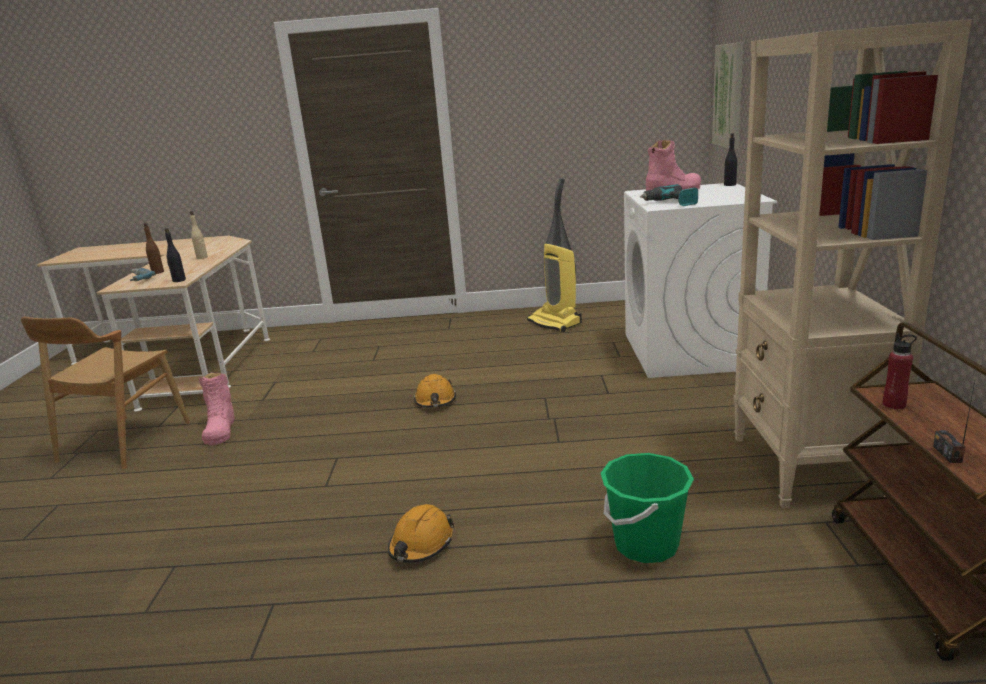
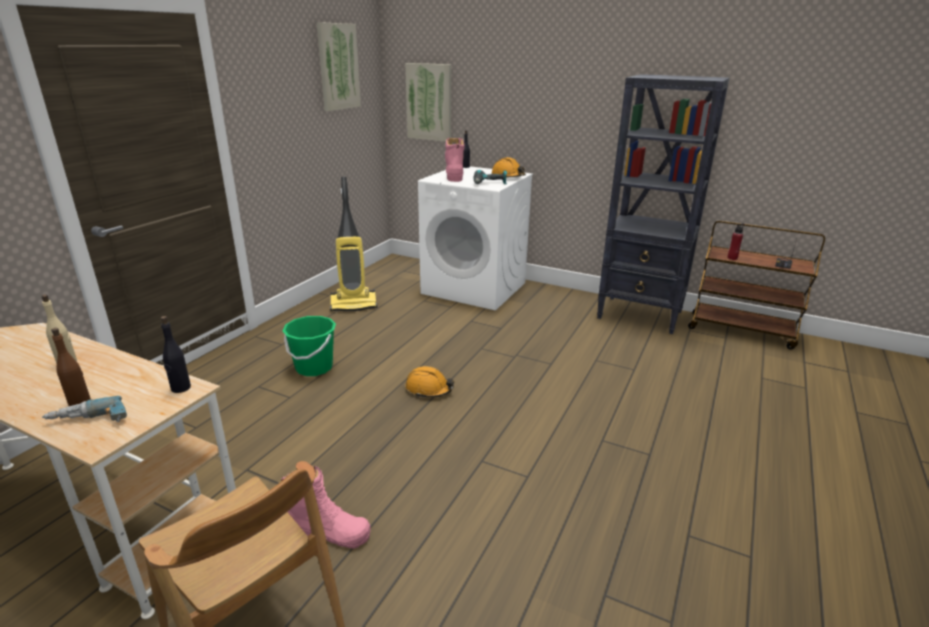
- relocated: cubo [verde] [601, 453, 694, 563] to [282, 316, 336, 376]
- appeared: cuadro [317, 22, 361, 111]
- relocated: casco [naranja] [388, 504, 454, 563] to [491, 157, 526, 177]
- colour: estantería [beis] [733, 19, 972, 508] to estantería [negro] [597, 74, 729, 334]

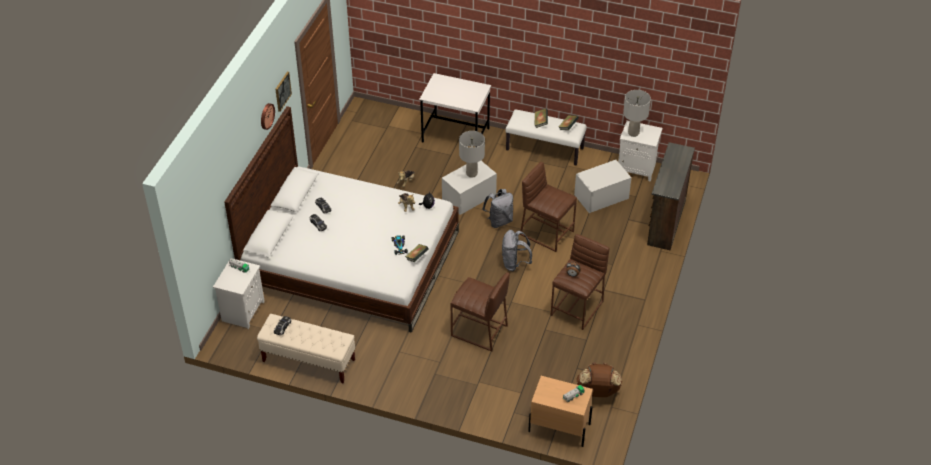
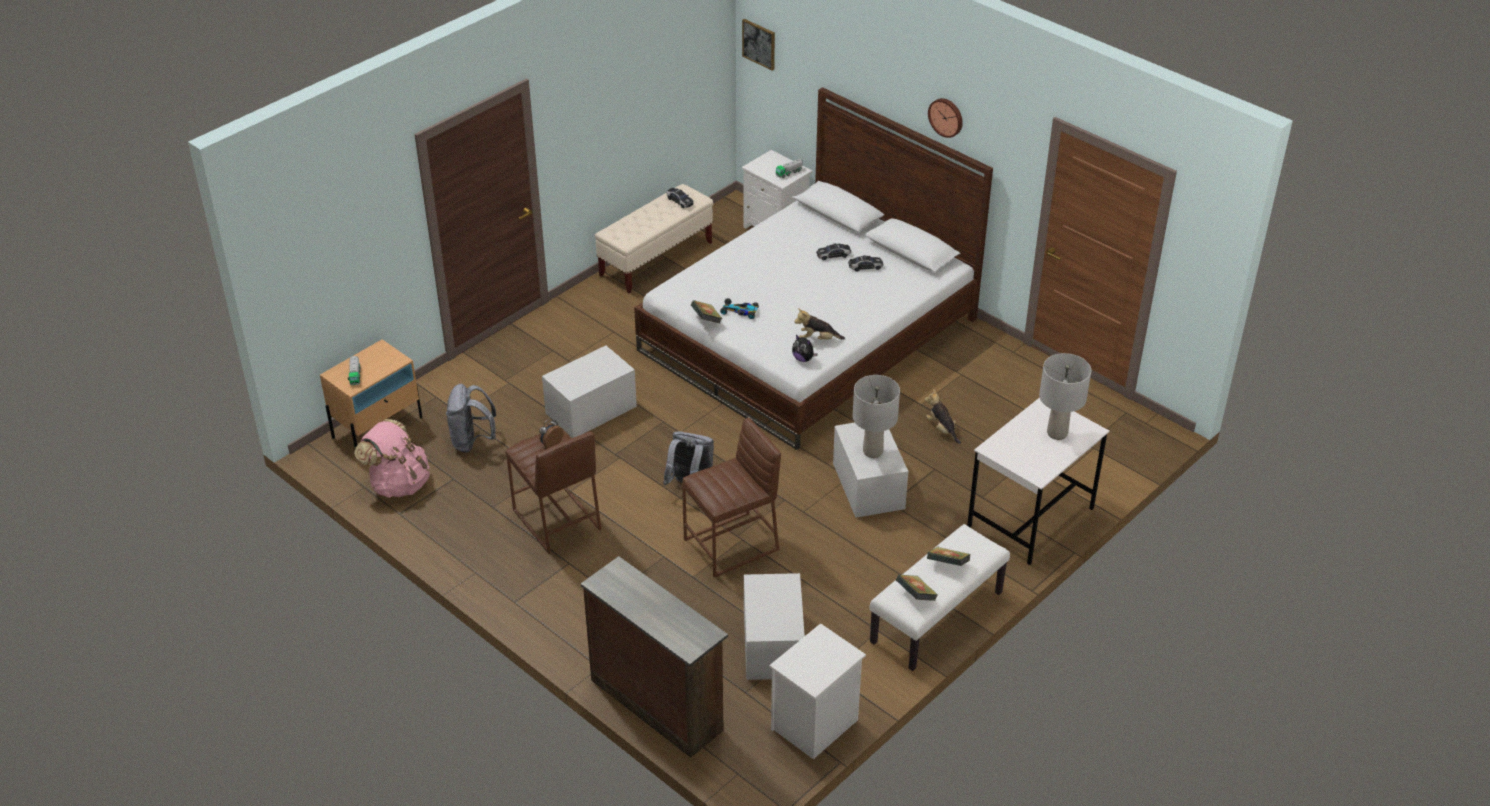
- colour: mochila [marrón] [576, 363, 622, 397] to mochila [rosa] [354, 419, 430, 498]
- relocated: mochila [gris] [482, 189, 513, 228] to [446, 384, 497, 453]
- exchanged: taburete [marrón] [450, 272, 510, 351] to caja de almacenaje [blanco] [542, 346, 637, 438]
- relocated: cuadro [275, 72, 292, 112] to [742, 19, 775, 71]
- relocated: lámpara de mesa [gris] [623, 90, 651, 137] to [1039, 353, 1091, 440]

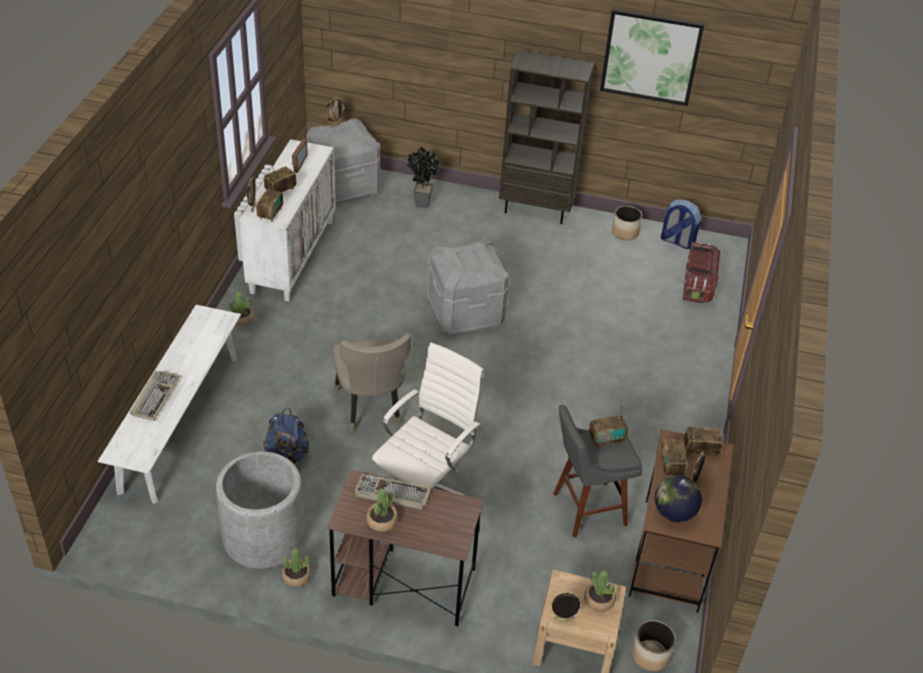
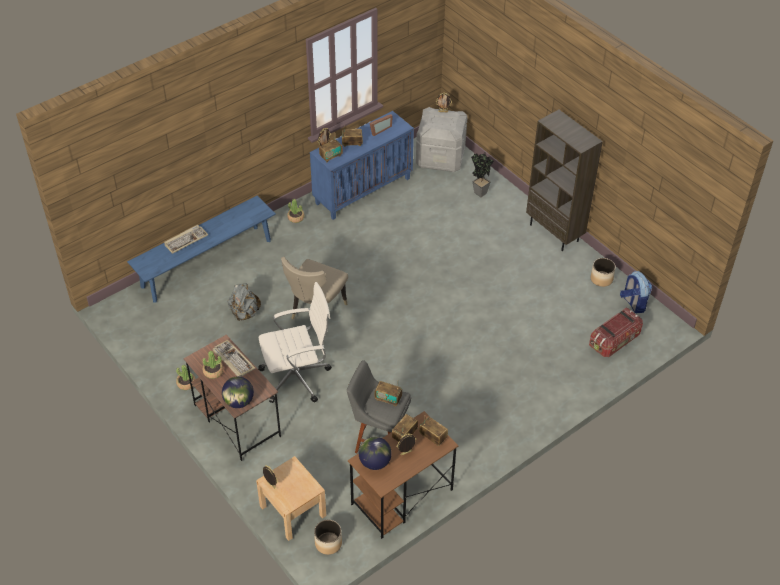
- colour: banco [blanco] [98, 305, 241, 504] to banco [azul] [127, 196, 276, 303]
- appeared: globo terráqueo [222, 377, 254, 408]
- colour: mochila [azul] [263, 408, 309, 464] to mochila [gris] [227, 283, 261, 321]
- colour: armario [blanco] [239, 139, 335, 302] to armario [azul] [310, 111, 414, 220]
- missing: maceta [gris] [216, 451, 305, 569]
- missing: caja de almacenaje [gris] [427, 239, 509, 335]
- missing: planta en maceta [584, 570, 616, 612]
- missing: cuadro [600, 9, 704, 106]

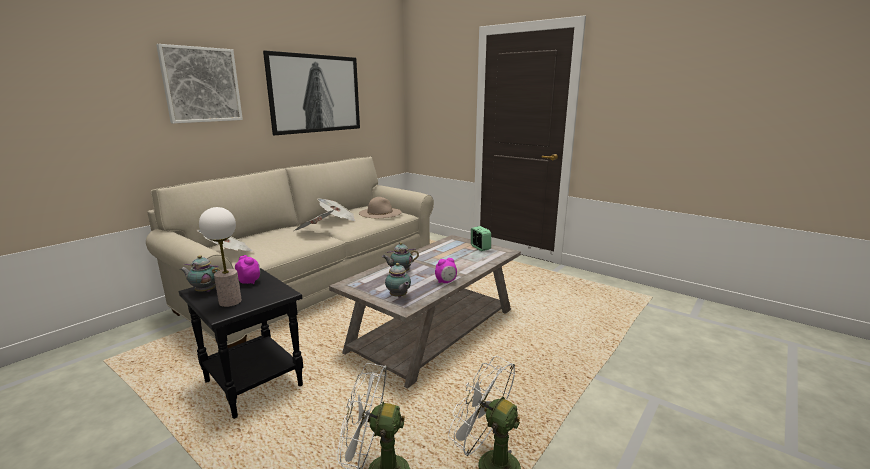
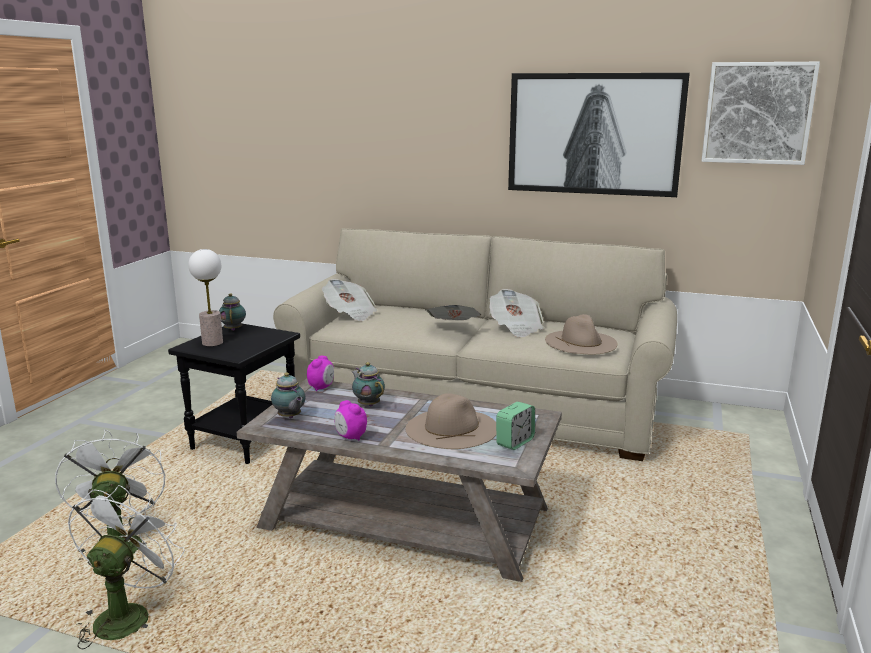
- spun: tetera [385, 263, 411, 298] = [271, 373, 306, 418] 75 degrees counterclockwise
- relocated: despertador [235, 255, 260, 284] to [307, 356, 334, 391]
- appeared: sombrero [beis] [406, 393, 496, 449]
- relocated: cuadro [156, 44, 243, 123] to [701, 62, 820, 165]

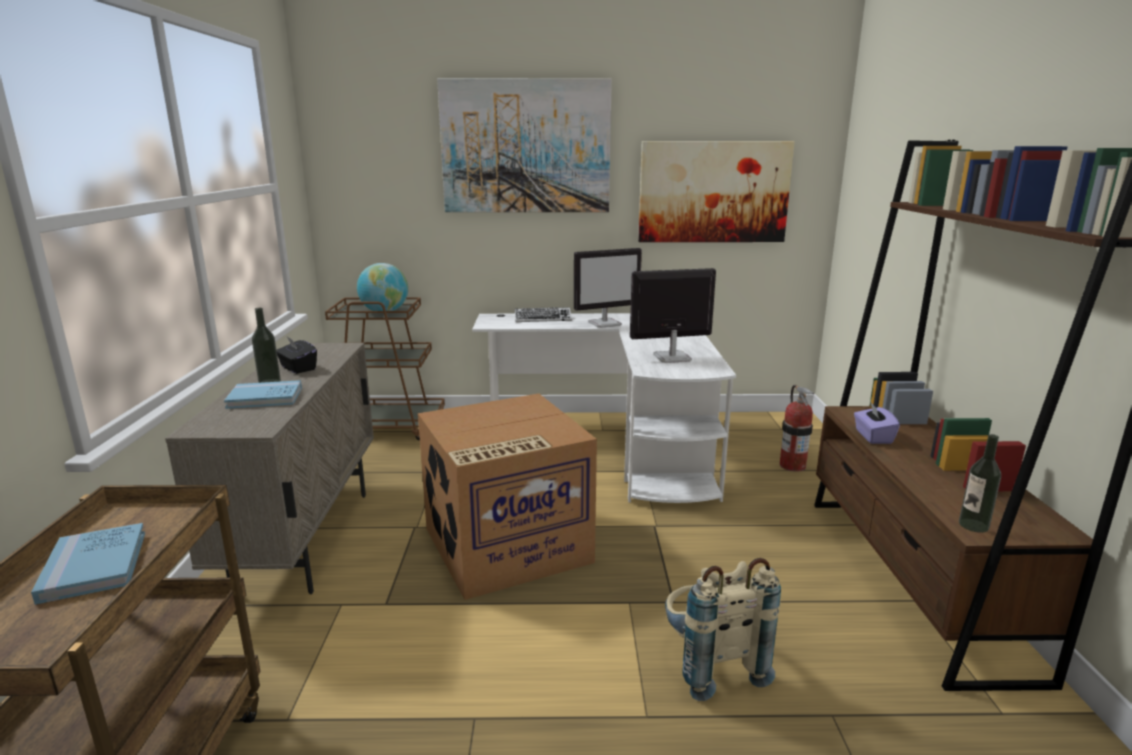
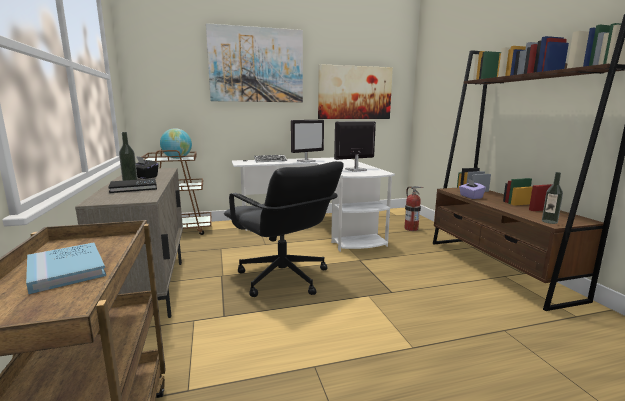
- colour: libro [azul] [224, 380, 302, 409] to libro [negro] [108, 178, 157, 193]
- exchanged: caja de cartón [418, 394, 597, 600] to silla de oficina [negro] [224, 161, 344, 297]
- missing: mochila [beis] [665, 558, 781, 701]

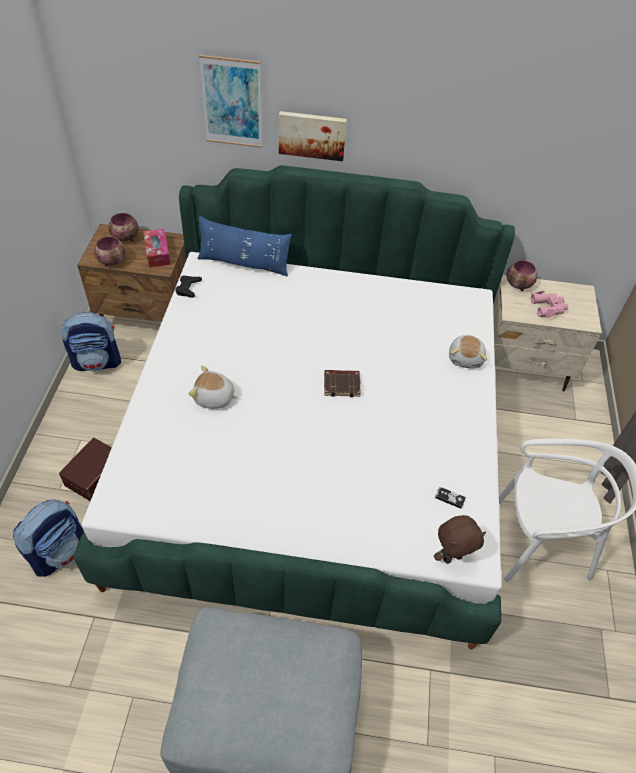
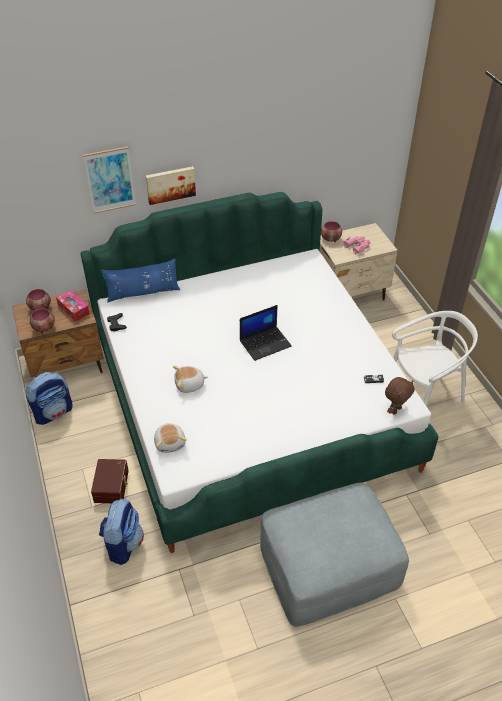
- relocated: peluche [449, 335, 487, 369] to [154, 423, 187, 453]
- exchanged: libro [marrón] [324, 370, 361, 397] to portátil [240, 305, 292, 361]

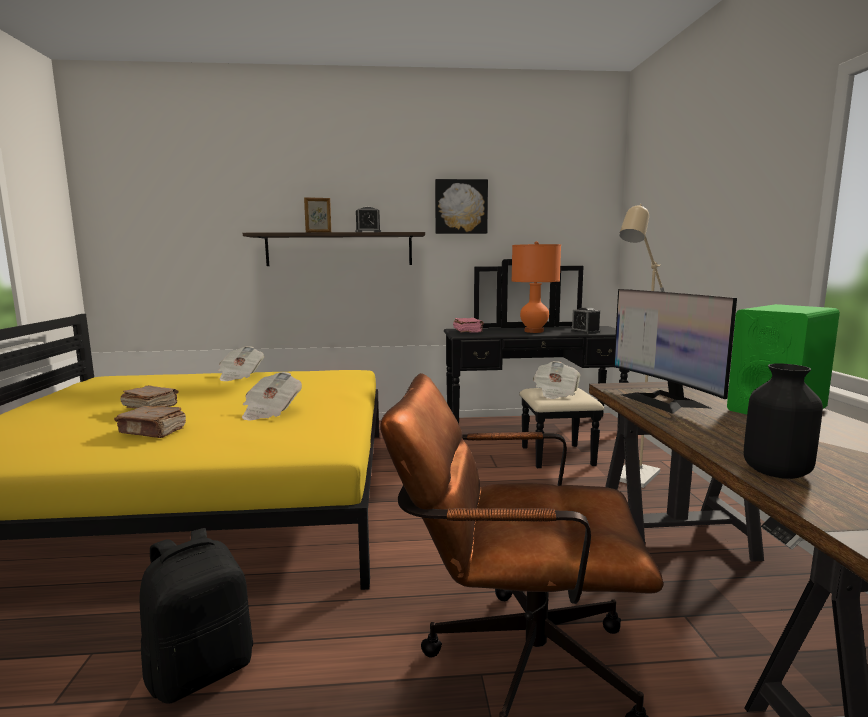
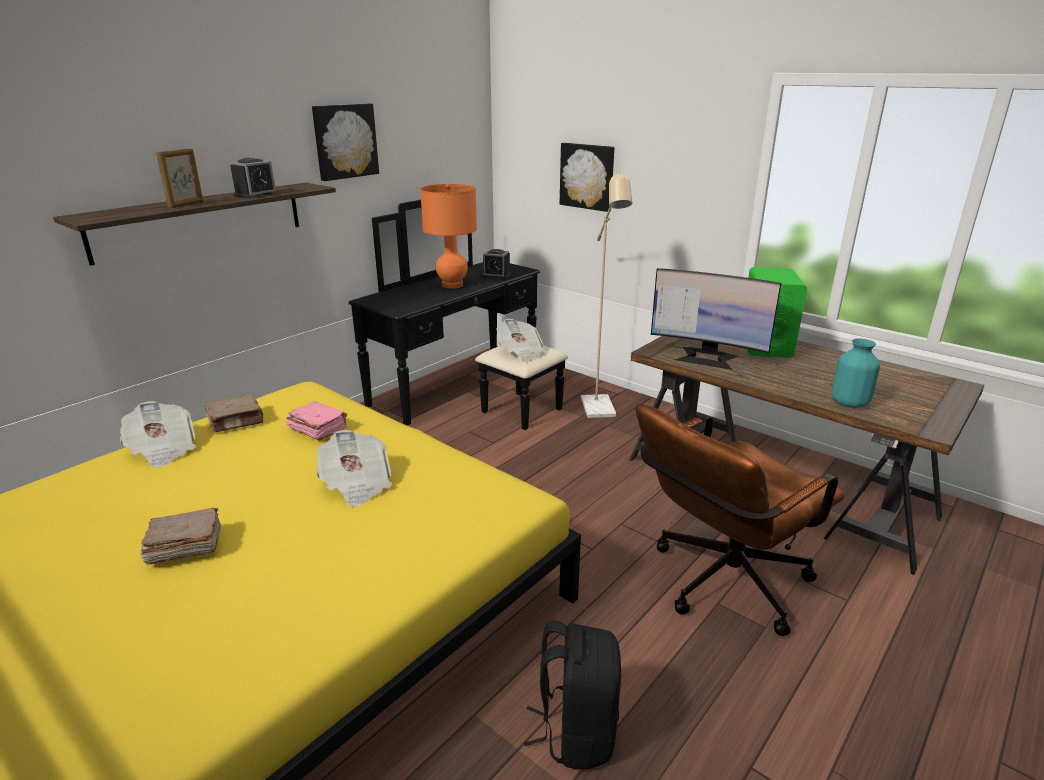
- relocated: libro [marrón] [114, 406, 186, 438] to [205, 394, 264, 432]
- relocated: libro [rosa] [453, 318, 484, 333] to [286, 401, 347, 441]
- appeared: cuadro [560, 143, 614, 212]
- colour: florero [negro] [744, 364, 823, 479] to florero [turquesa] [832, 338, 880, 408]

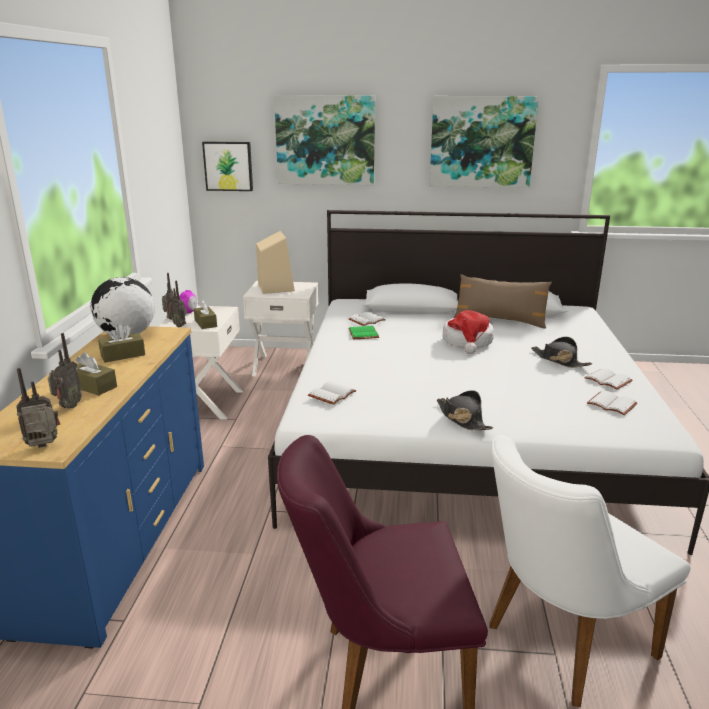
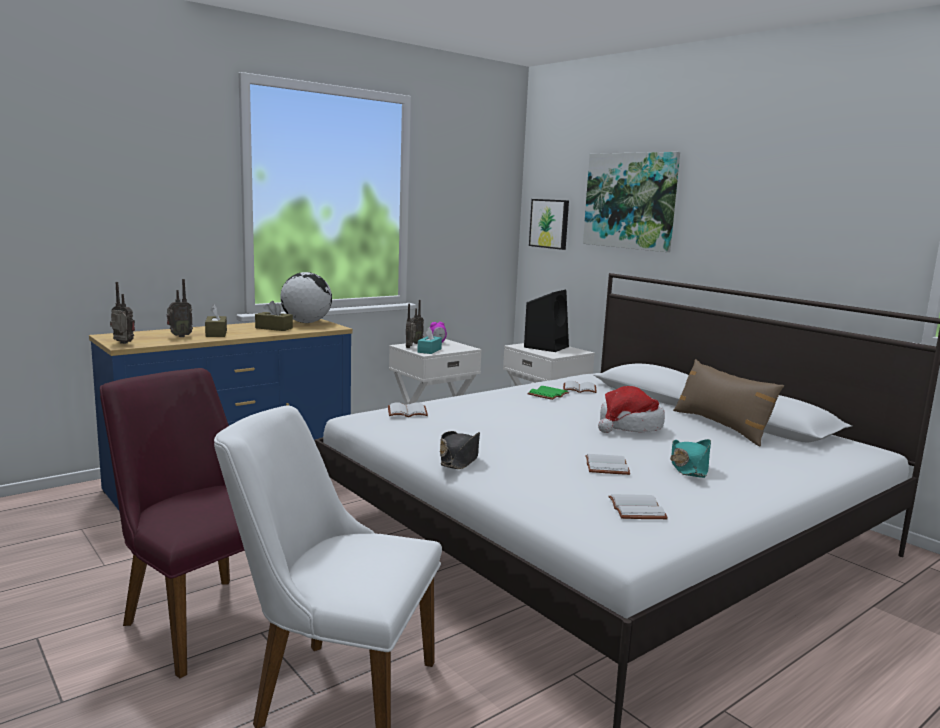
- colour: caja de pañuelos [marrón] [194, 300, 217, 329] to caja de pañuelos [turquesa] [417, 327, 442, 354]
- colour: altavoz [beis] [256, 231, 295, 294] to altavoz [negro] [524, 290, 569, 352]
- relocated: libro [blanco] [584, 368, 633, 390] to [585, 454, 630, 475]
- colour: sombrero [negro] [531, 337, 592, 368] to sombrero [turquesa] [670, 439, 711, 478]
- missing: cuadro [430, 96, 539, 188]

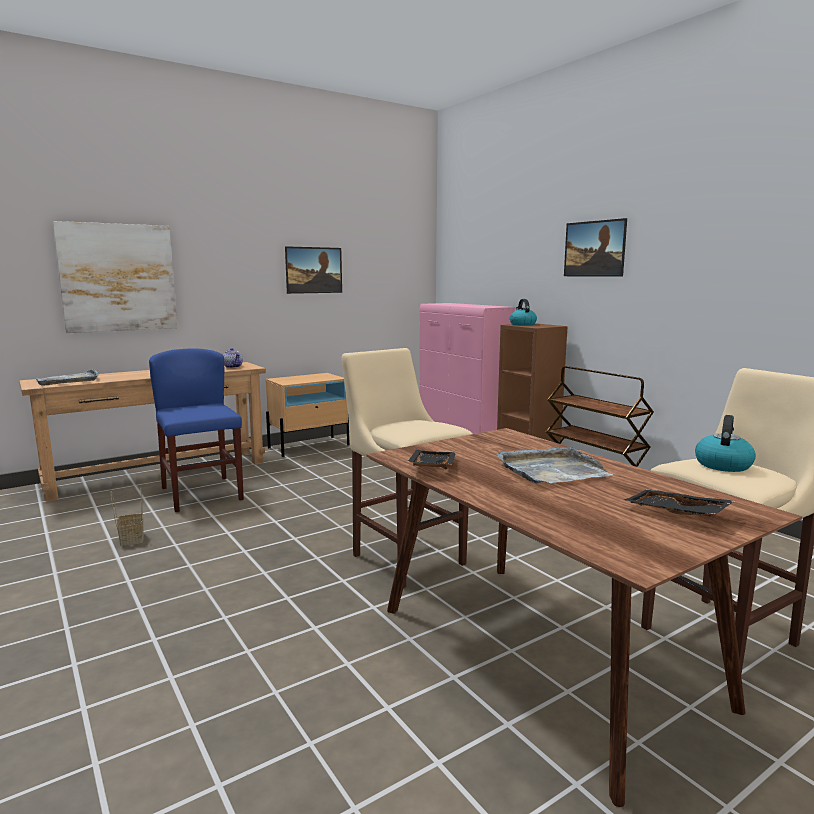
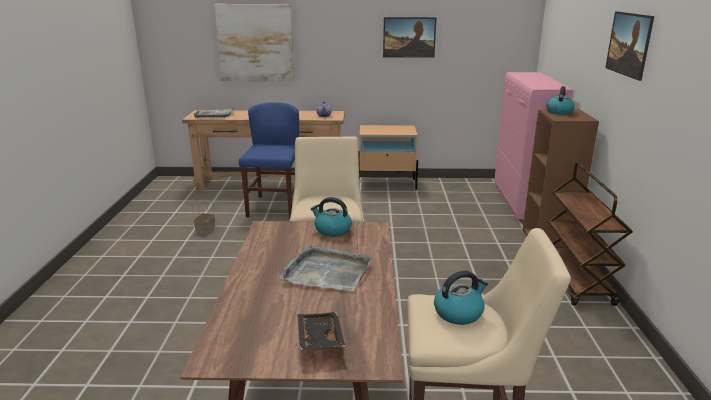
- appeared: hervidor [311, 197, 352, 237]
- missing: bandeja [negro] [407, 450, 456, 470]

